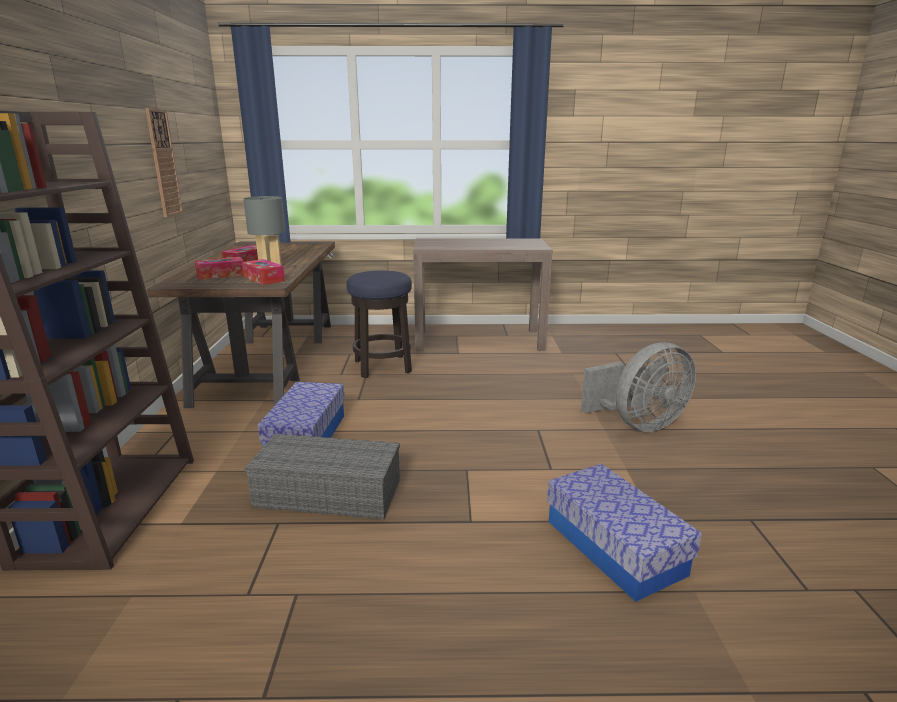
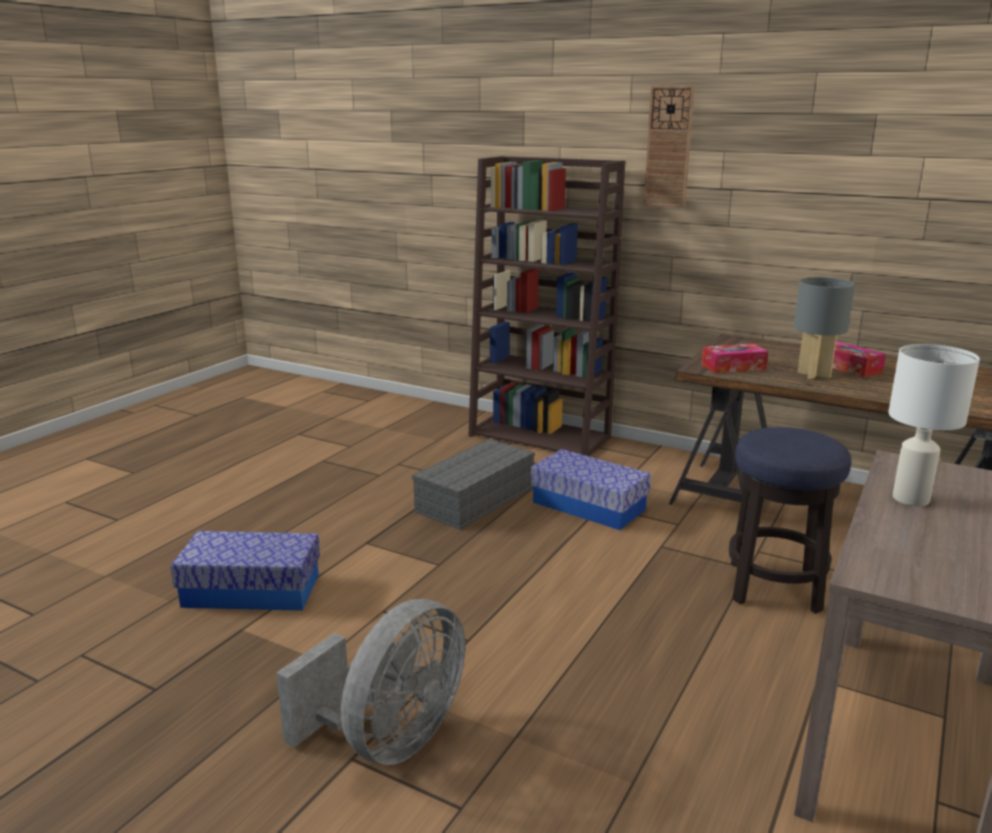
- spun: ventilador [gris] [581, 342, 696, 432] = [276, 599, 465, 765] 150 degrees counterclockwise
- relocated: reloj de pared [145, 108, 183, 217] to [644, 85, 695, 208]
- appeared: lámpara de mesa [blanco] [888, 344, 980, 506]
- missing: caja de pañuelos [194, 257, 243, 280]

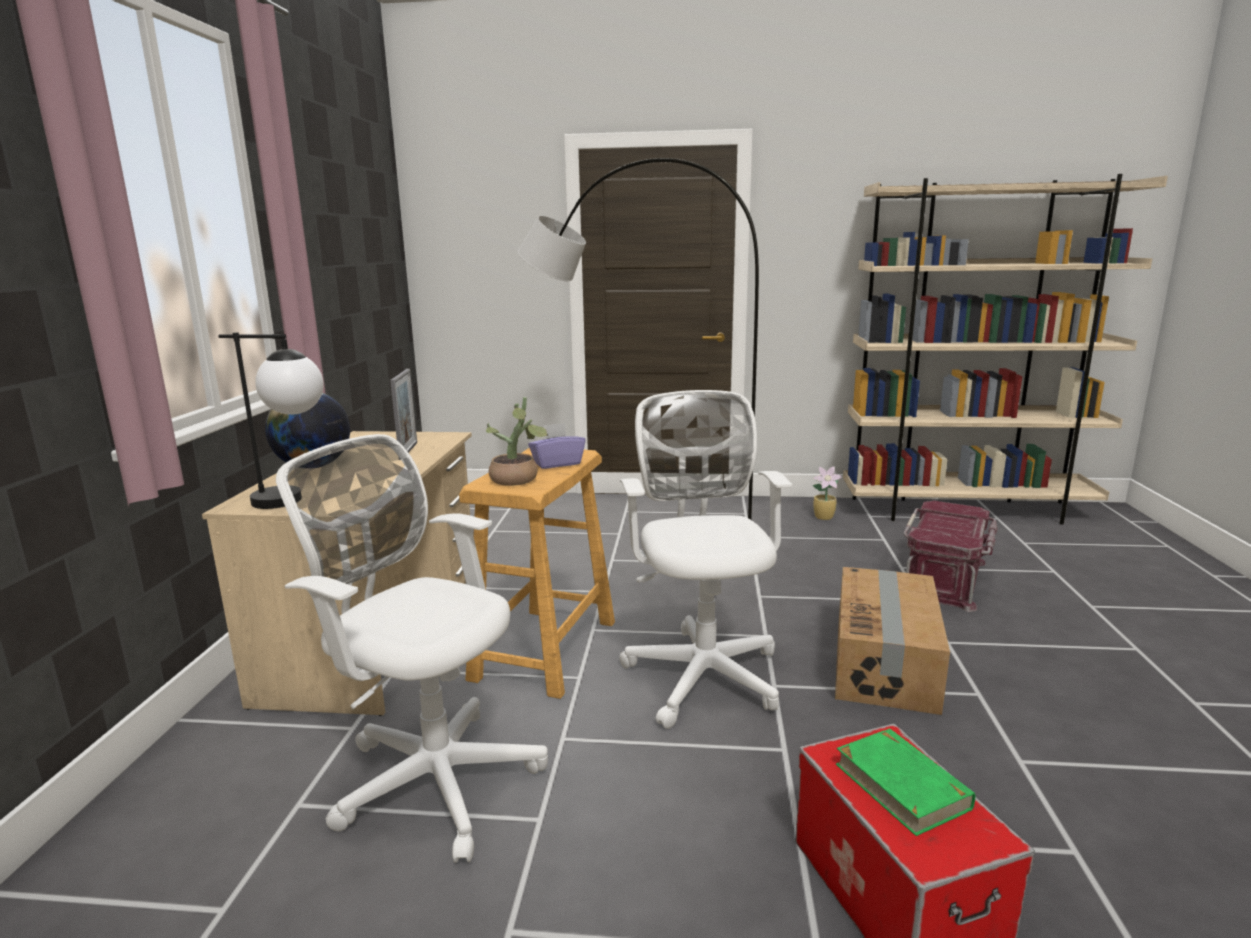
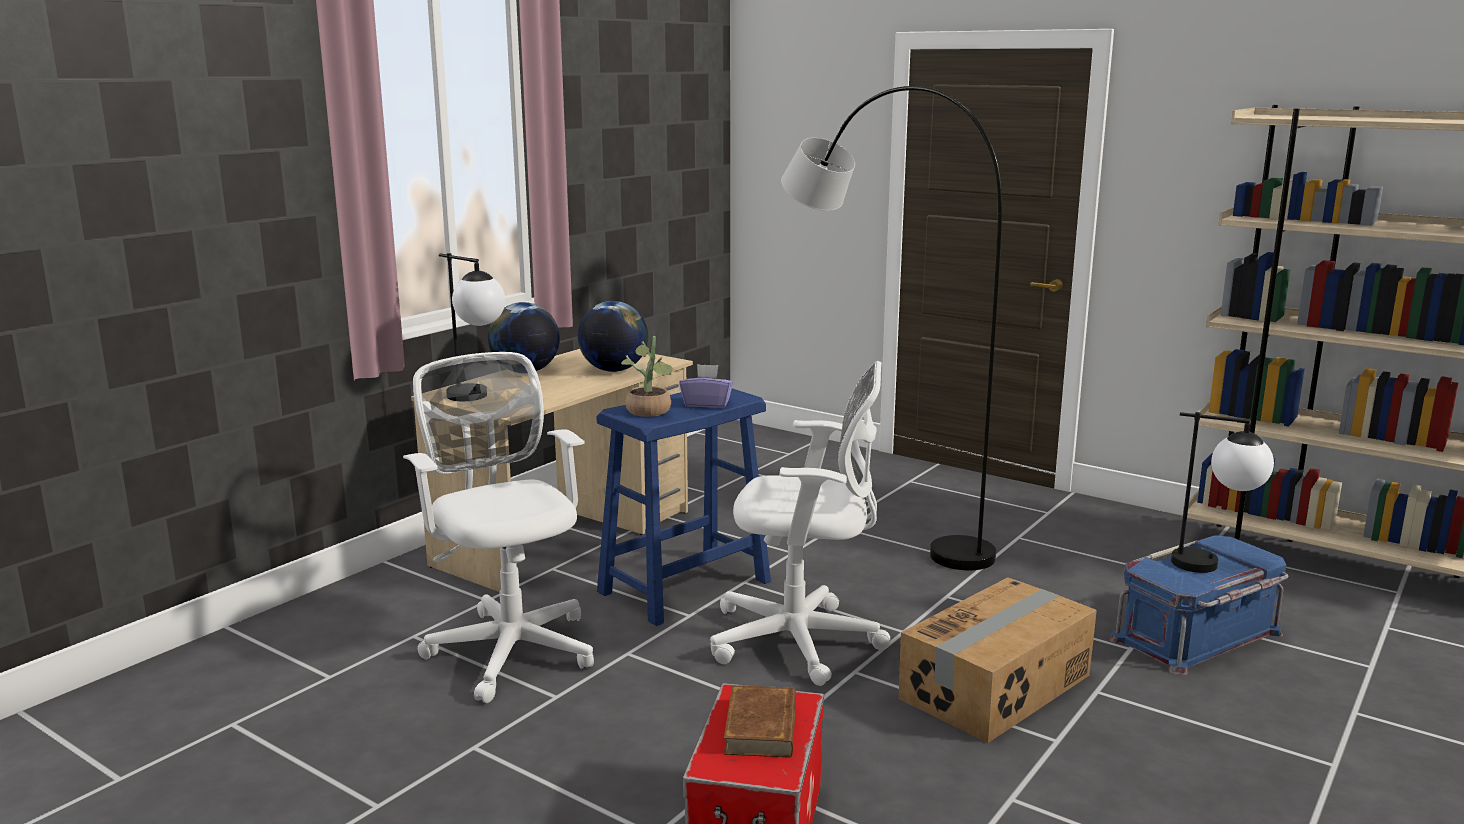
- exchanged: portarretratos [390, 369, 417, 460] to globo terráqueo [578, 301, 648, 372]
- colour: taburete [beis] [459, 448, 615, 699] to taburete [azul] [597, 389, 771, 626]
- spun: silla de oficina [blanco] [619, 390, 792, 729] = [710, 361, 890, 686] 75 degrees clockwise
- colour: libro [verde] [836, 728, 975, 836] to libro [marrón] [724, 685, 796, 757]
- colour: caja de almacenaje [rojo] [904, 501, 998, 612] to caja de almacenaje [azul] [1110, 535, 1289, 675]
- appeared: lámpara de mesa [1171, 412, 1274, 573]
- missing: planta en maceta [812, 466, 843, 520]

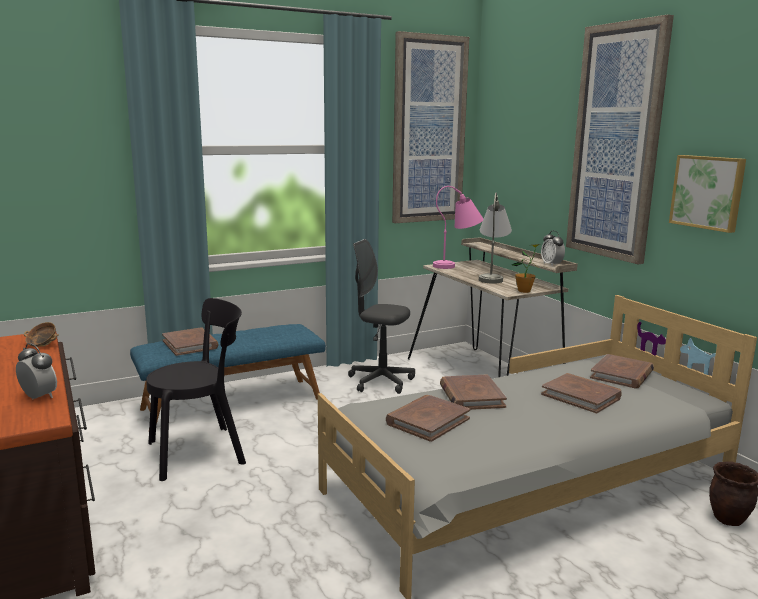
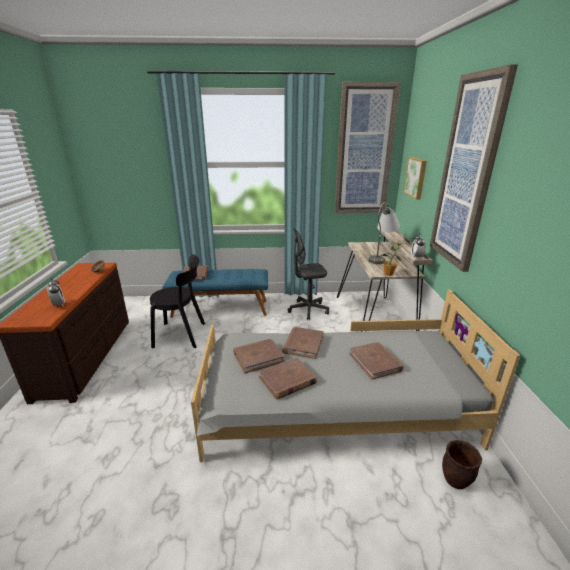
- relocated: libro [marrón] [590, 354, 654, 388] to [258, 357, 317, 399]
- spun: silla de oficina [gris] [348, 239, 415, 394] = [288, 227, 329, 320] 60 degrees counterclockwise
- relocated: cuadro [669, 155, 746, 233] to [403, 157, 427, 199]
- missing: lámpara de mesa [rosa] [433, 186, 483, 269]

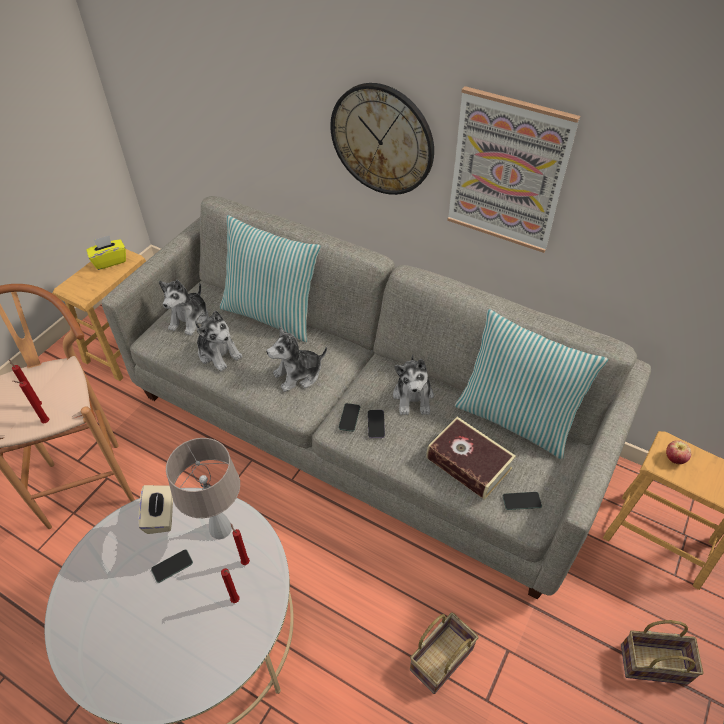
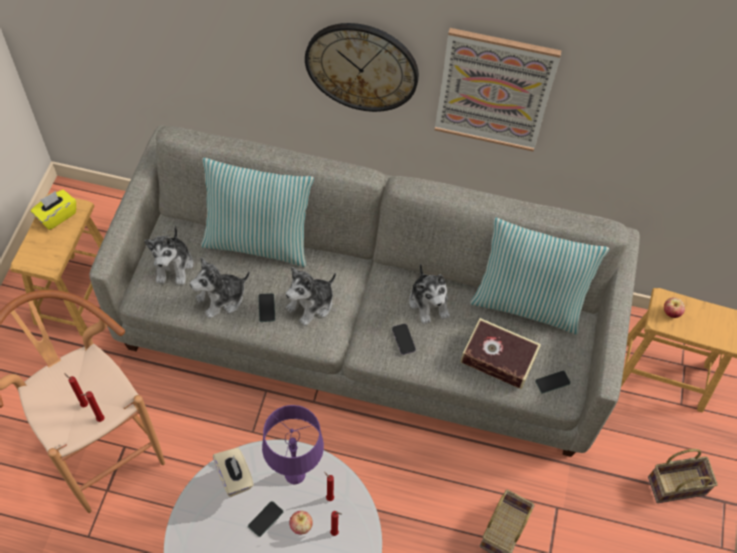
- spun: peluche [195, 311, 243, 371] = [190, 257, 250, 319] 120 degrees clockwise
- relocated: móvil [338, 403, 360, 432] to [258, 293, 275, 322]
- colour: lámpara de mesa [beis] [166, 438, 240, 539] to lámpara de mesa [morado] [262, 405, 324, 484]
- appeared: manzana [289, 511, 313, 534]

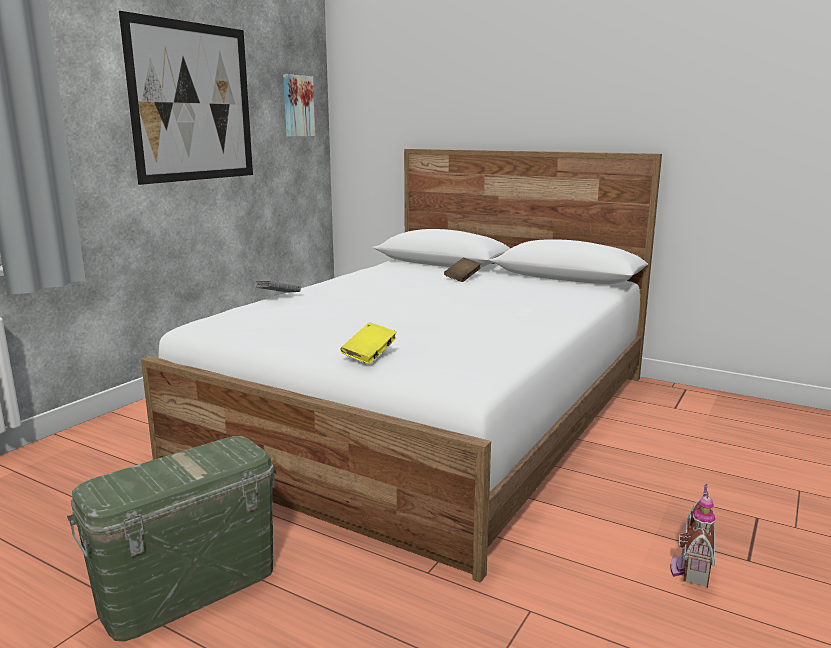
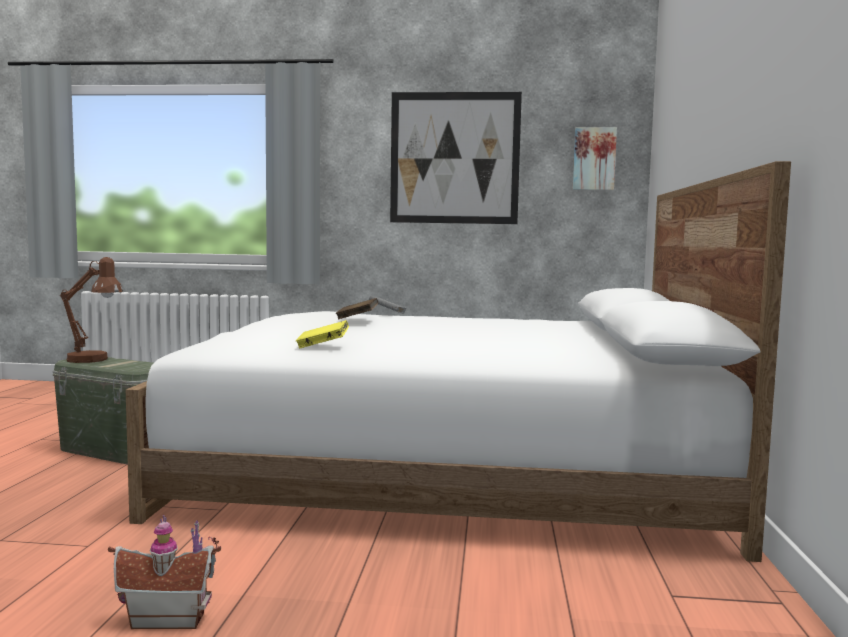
- appeared: lámpara de mesa [marrón] [60, 257, 123, 363]
- relocated: libro [amarillo] [341, 322, 397, 364] to [296, 320, 349, 348]
- relocated: libro [marrón] [444, 258, 481, 282] to [336, 298, 378, 319]

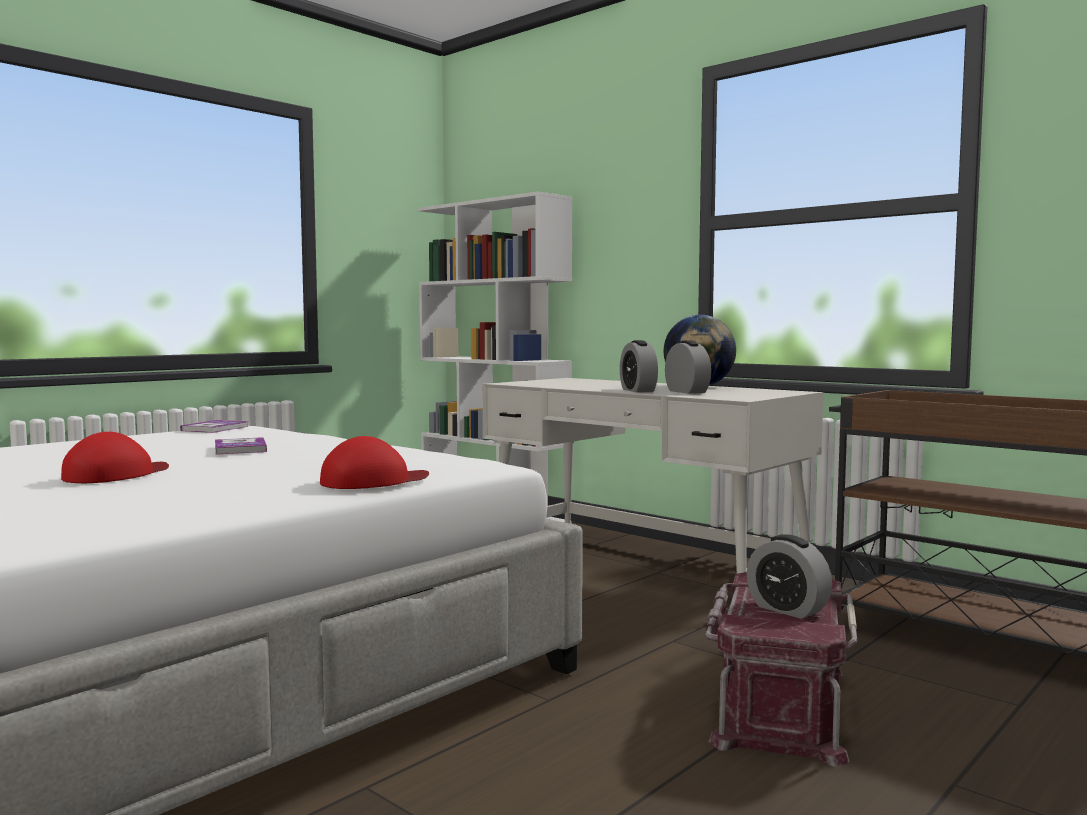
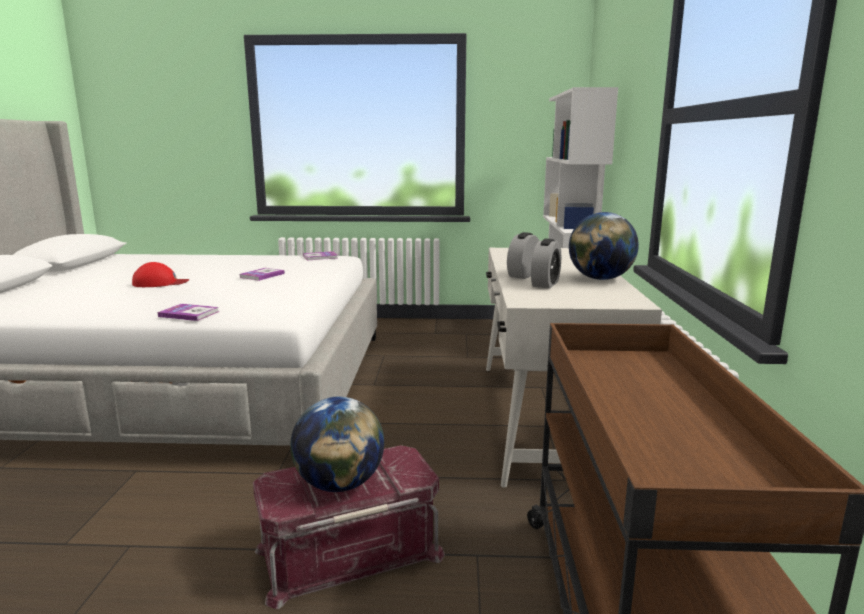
- exchanged: gorra [rojo] [320, 436, 429, 489] to libro [158, 304, 219, 321]
- exchanged: despertador [747, 534, 832, 619] to globo terráqueo [290, 397, 384, 492]

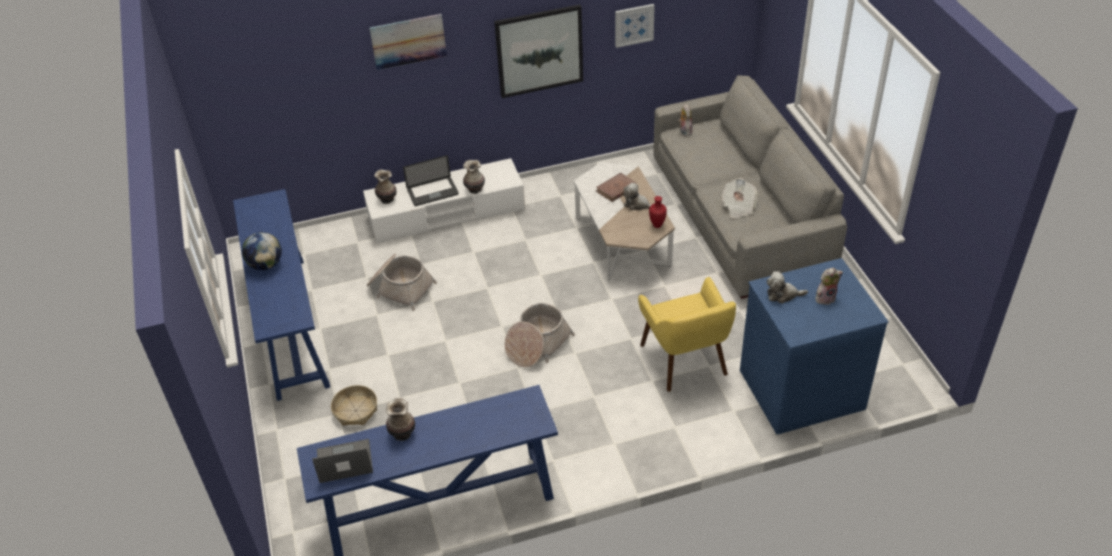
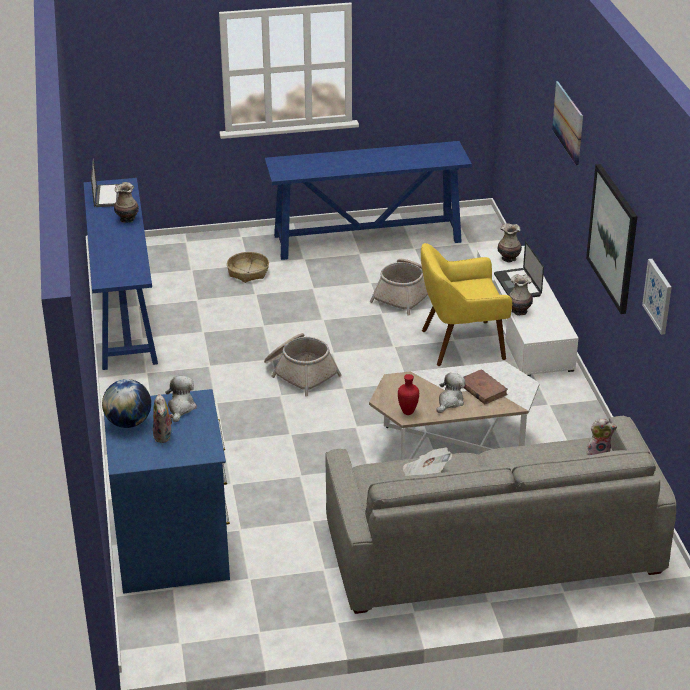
- relocated: globo terráqueo [242, 232, 282, 270] to [102, 379, 151, 428]
- relocated: sillón [amarillo] [638, 277, 736, 392] to [421, 243, 512, 366]

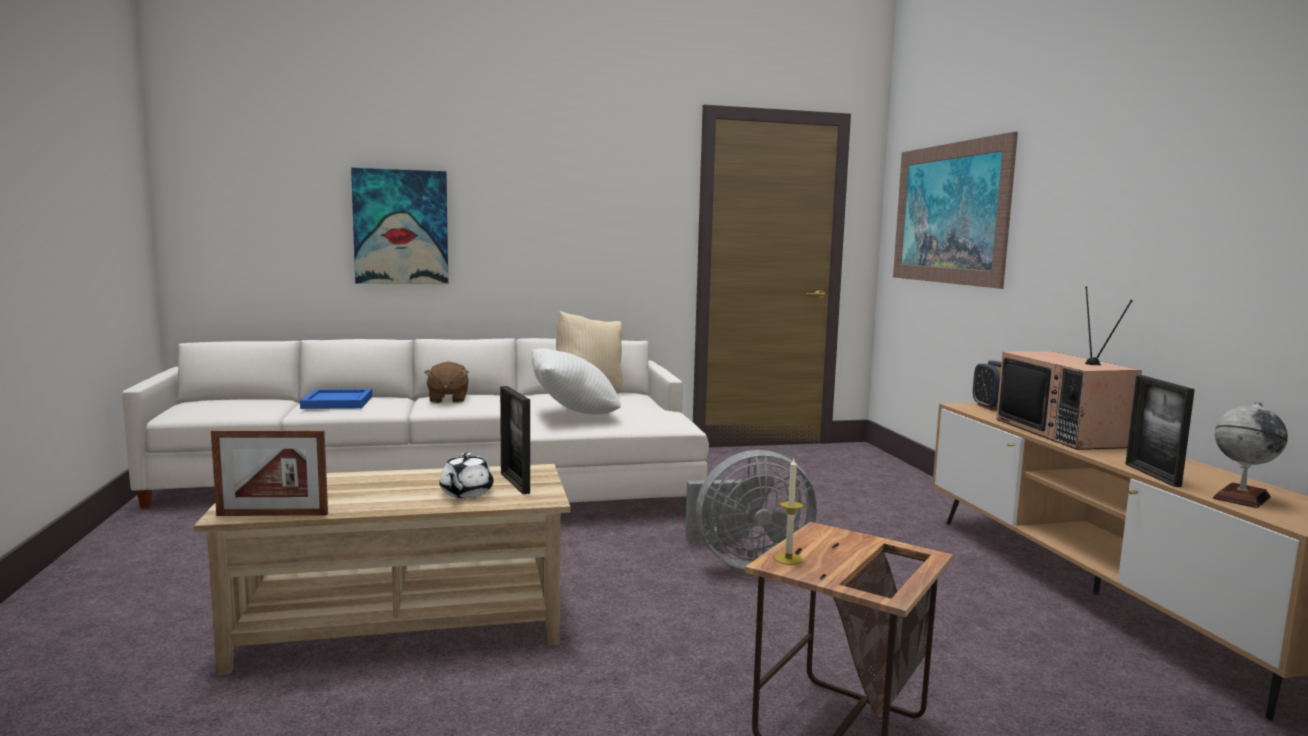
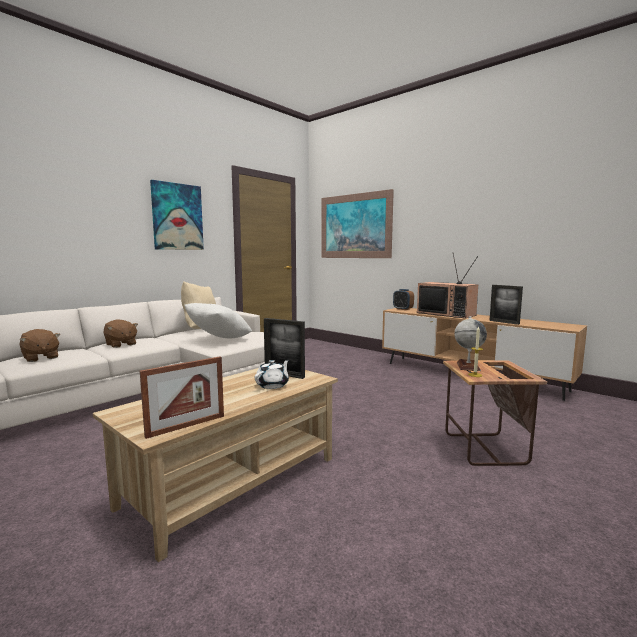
- exchanged: bandeja [azul] [300, 389, 372, 409] to peluche [marrón] [20, 329, 60, 362]
- relocated: cuadro [351, 168, 448, 284] to [150, 180, 204, 250]
- spun: tetera [blanco] [439, 452, 493, 498] = [255, 360, 289, 389] 120 degrees counterclockwise
- relocated: globo terráqueo [1213, 401, 1288, 508] to [454, 316, 487, 371]
- missing: ventilador [gris] [685, 450, 817, 570]

